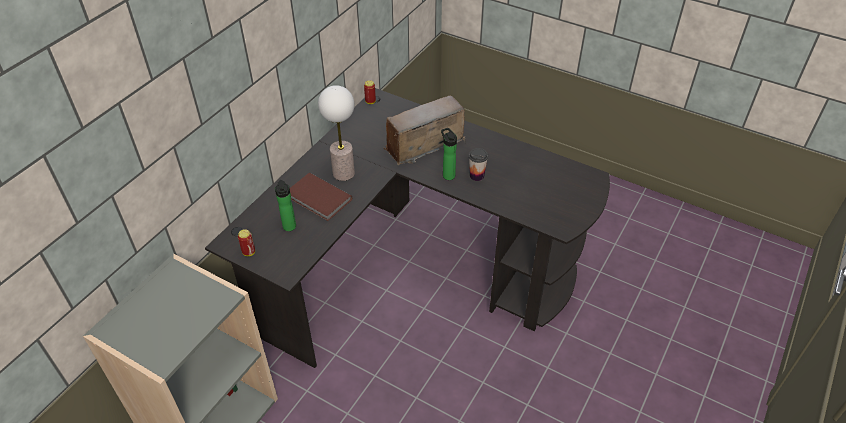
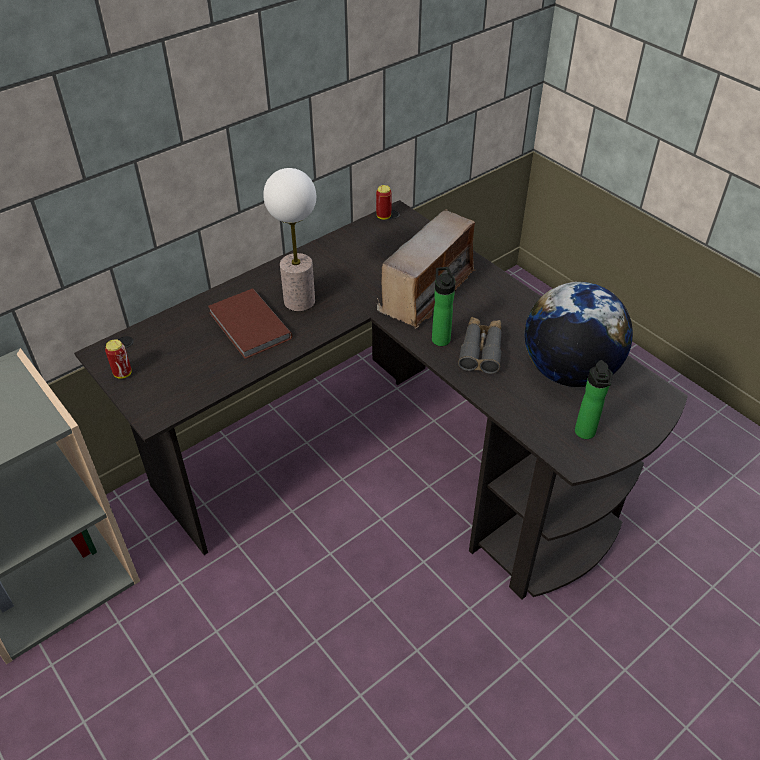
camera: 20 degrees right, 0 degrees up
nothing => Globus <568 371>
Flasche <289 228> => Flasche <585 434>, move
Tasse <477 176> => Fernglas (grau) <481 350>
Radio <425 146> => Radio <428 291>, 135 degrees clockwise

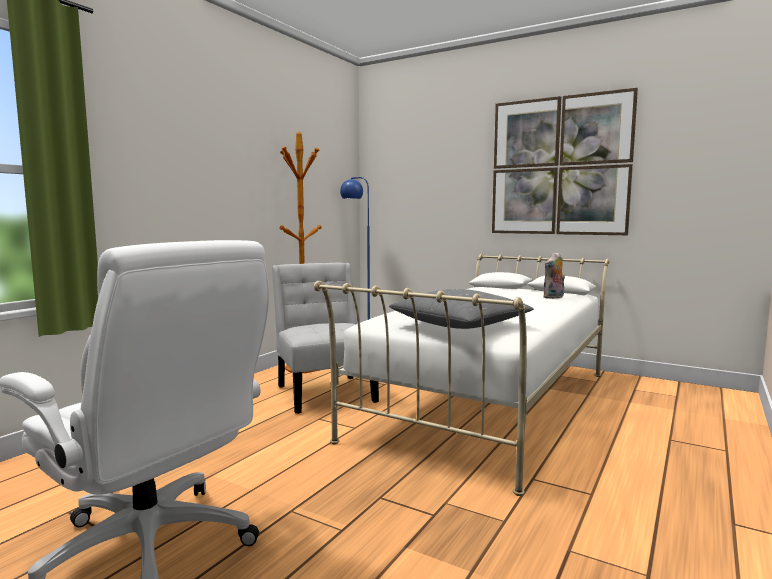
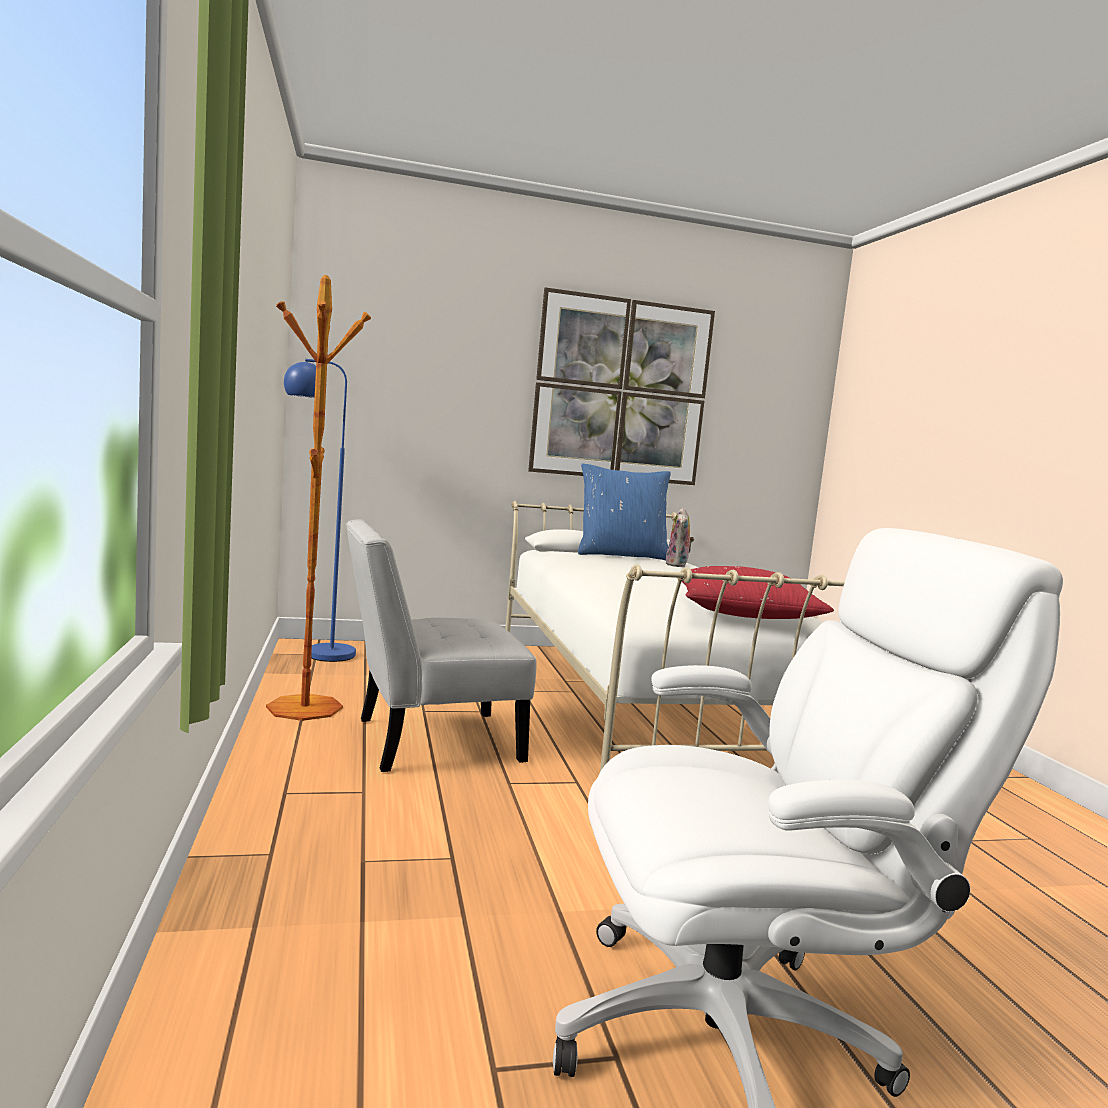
camera: 45 degrees left, 0 degrees up
nothing => Kissen (blau) <621 555>
Kissen (grau) <460 325> => Kissen (rot) <744 613>
Stuhl (weiß) <325 392> => Stuhl (weiß) <428 741>, 45 degrees counterclockwise

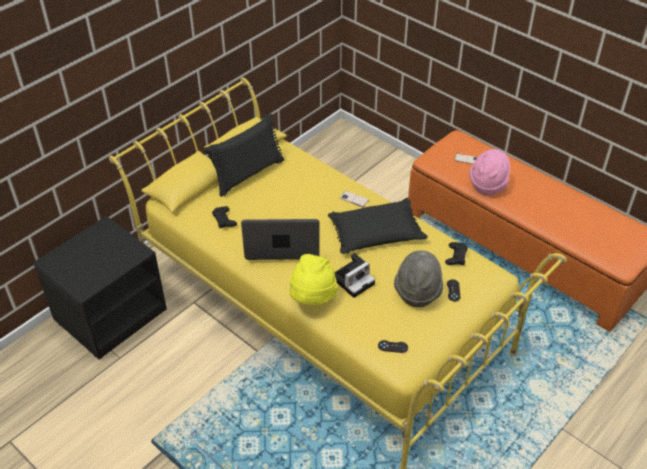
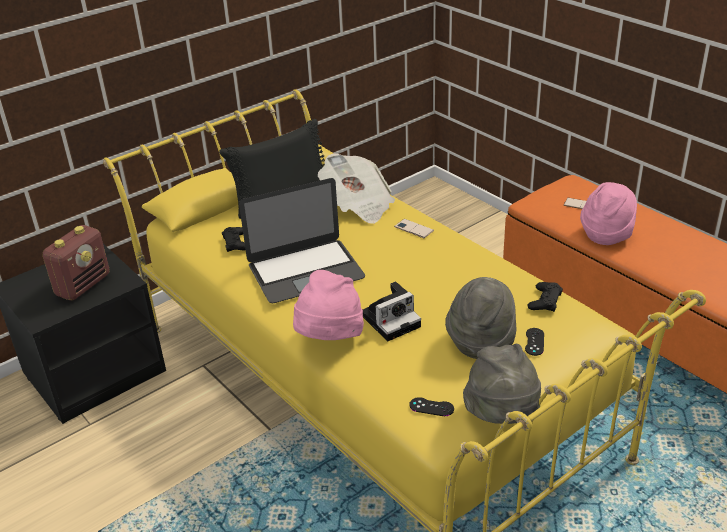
camera: 10 degrees right, 10 degrees down
Kissen (schwarz) <376 231> => nothing
nothing => Radio <83 285>
nothing => Zeitung <357 205>
nothing => Hut (grau) <502 417>
Hut (gelb) <312 298> => Hut (rosa) <329 338>
Laptop <282 242> => Laptop <305 270>, 150 degrees clockwise

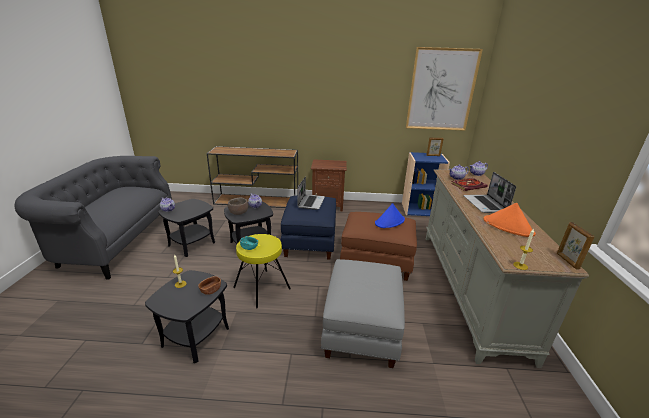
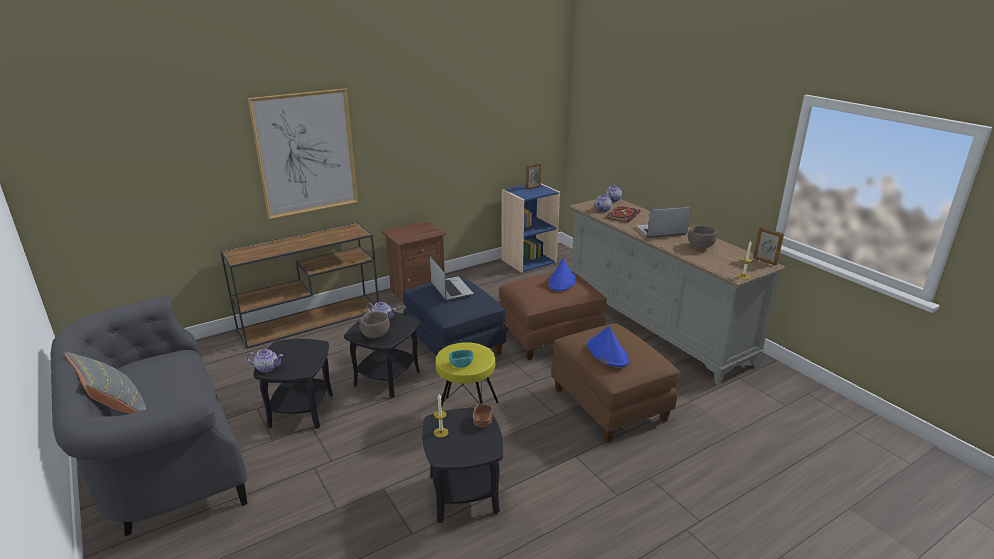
camera: 35 degrees left, 0 degrees up
nothing => Kissen (grau) <116 409>
nothing => Hut (blau) <607 353>
Bild <441 90> => Bild <306 153>, move
Hut (orange) <508 227> => Schüssel (braun) <700 247>
Polsterhocker (grau) <362 330> => Polsterhocker (braun) <610 404>
Laptop <485 205> => Laptop <660 231>, 120 degrees clockwise

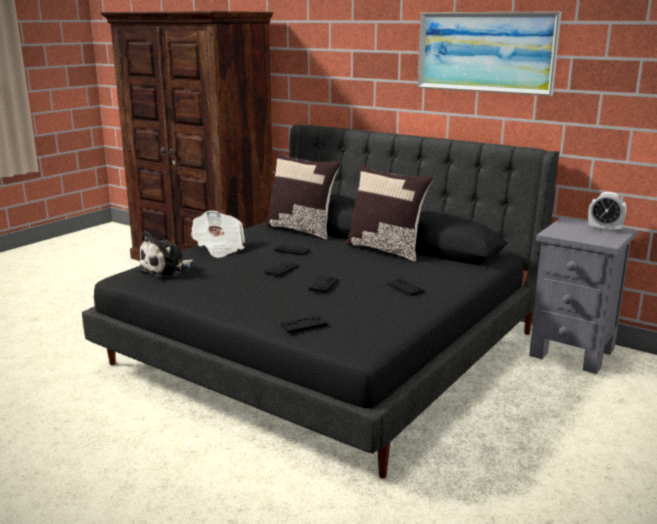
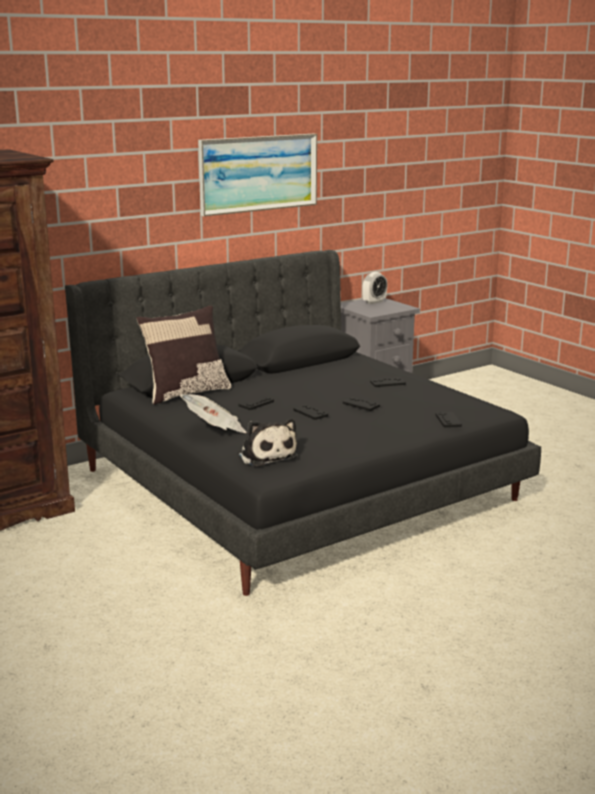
camera: 70 degrees left, 0 degrees up
Kissen <386 250> => nothing

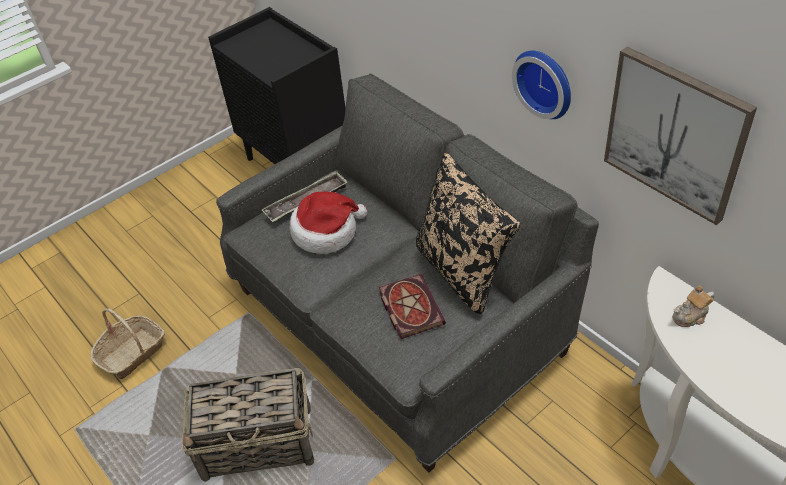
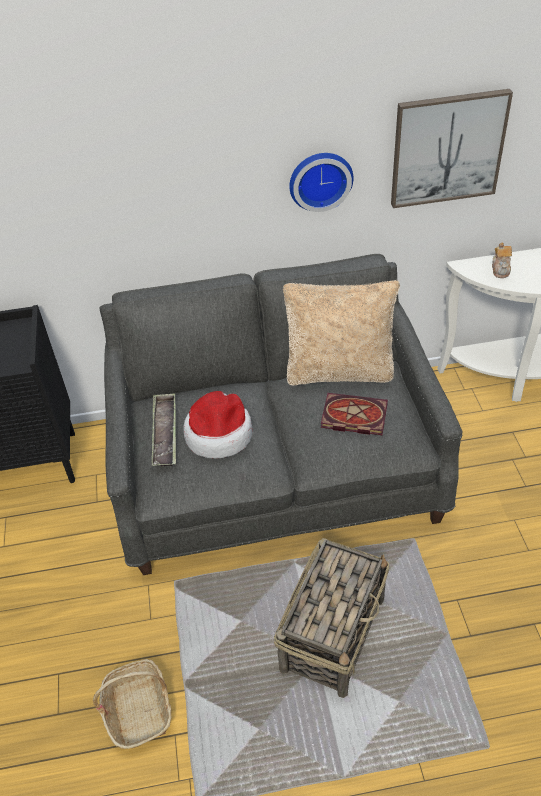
camera: 60 degrees left, 0 degrees up
Kissen (schwarz) <462 275> => Kissen (beige) <340 374>

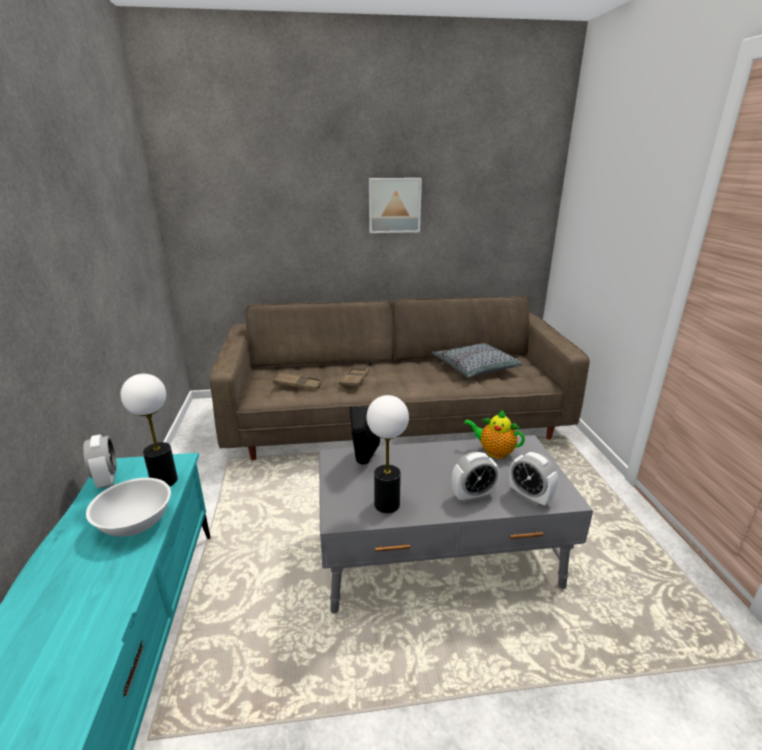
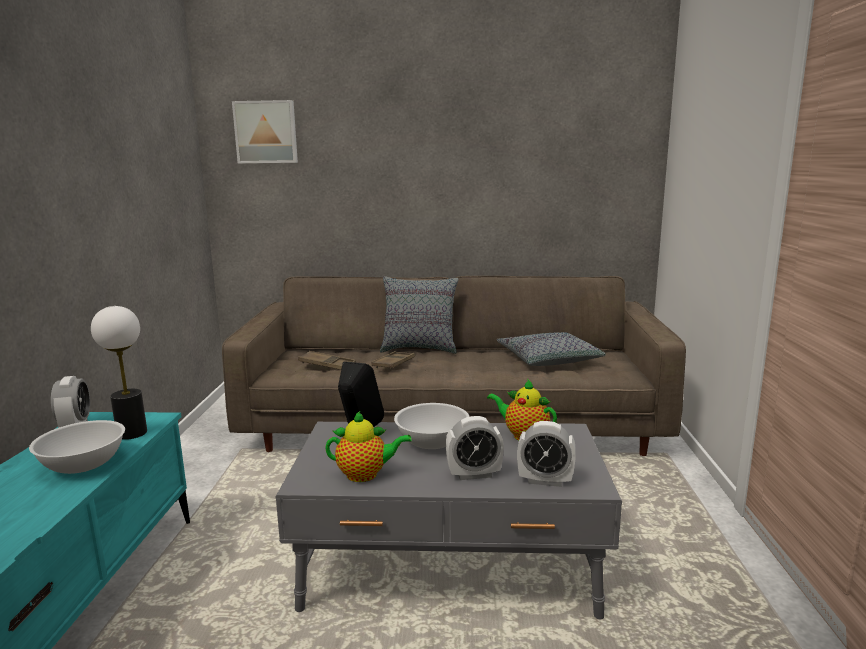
camera: 10 degrees right, 10 degrees down
nothing => Kissen (grau) <419 349>
nothing => Schüssel (weiß) <432 442>
Bild <394 205> => Bild <266 132>, move
Tischlampe <386 504> => Teekanne <365 475>
Wecker <529 497> => Wecker <545 481>, 45 degrees counterclockwise

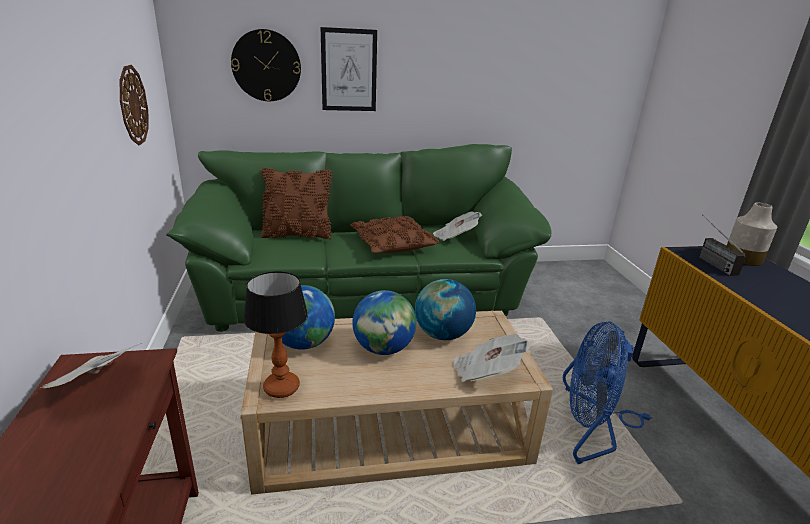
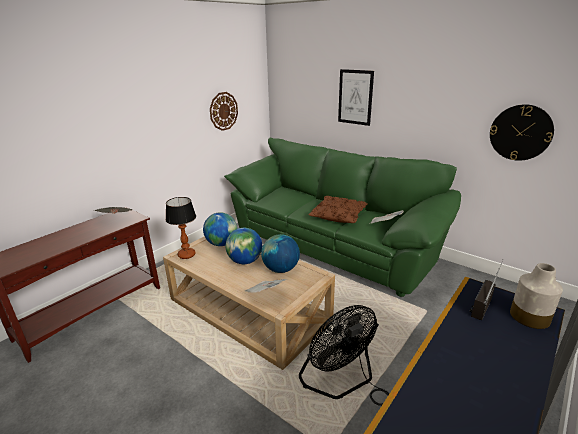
camera: 50 degrees right, 0 degrees up
Kissen (braun) <297 235> => nothing
Wanduhr <266 66> => Wanduhr <520 132>, move
Ventilator (blau) <593 424> => Ventilator (schwarz) <349 380>

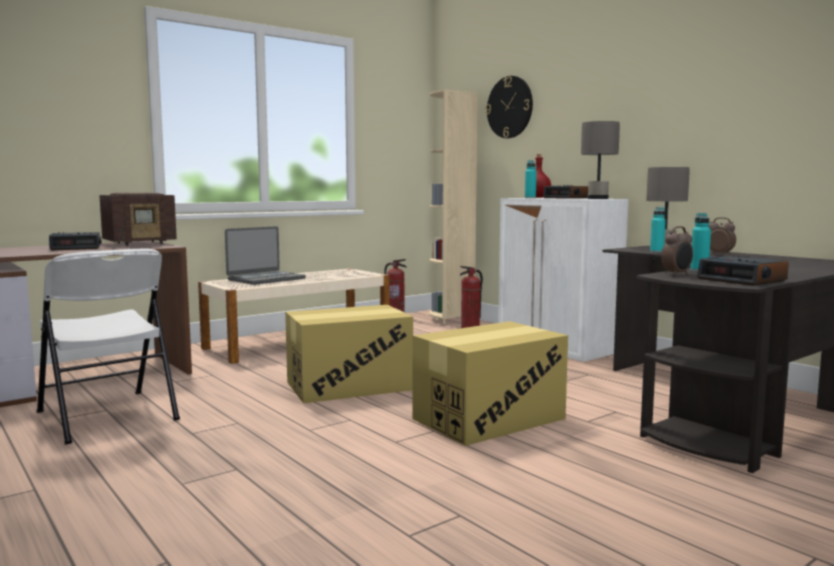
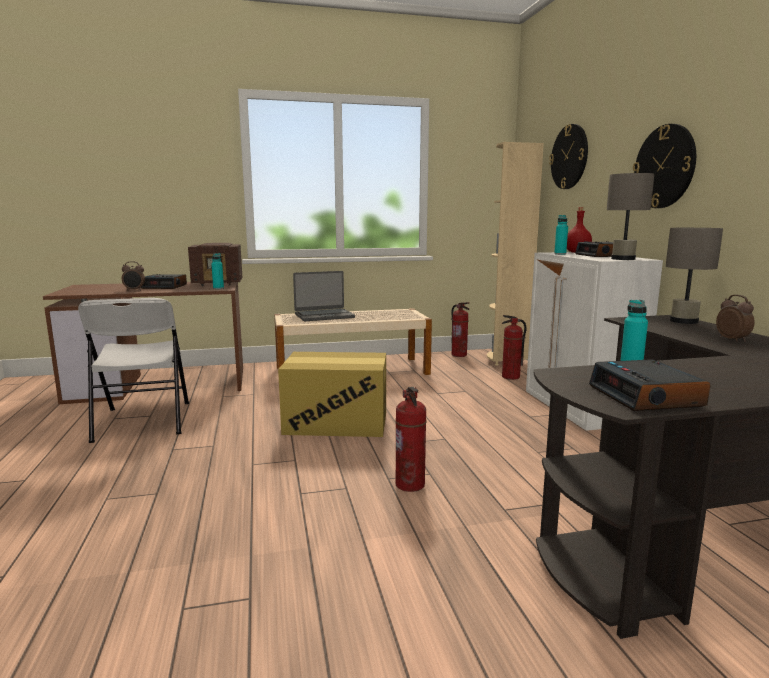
camera: 25 degrees right, 5 degrees up
nothing => Wanduhr <664 166>
Flasche (türkis) <656 251> => Flasche (türkis) <218 288>, move
Wecker <677 274> => Wecker <134 290>, move
Karton <489 418> => Feuerlöscher <410 485>

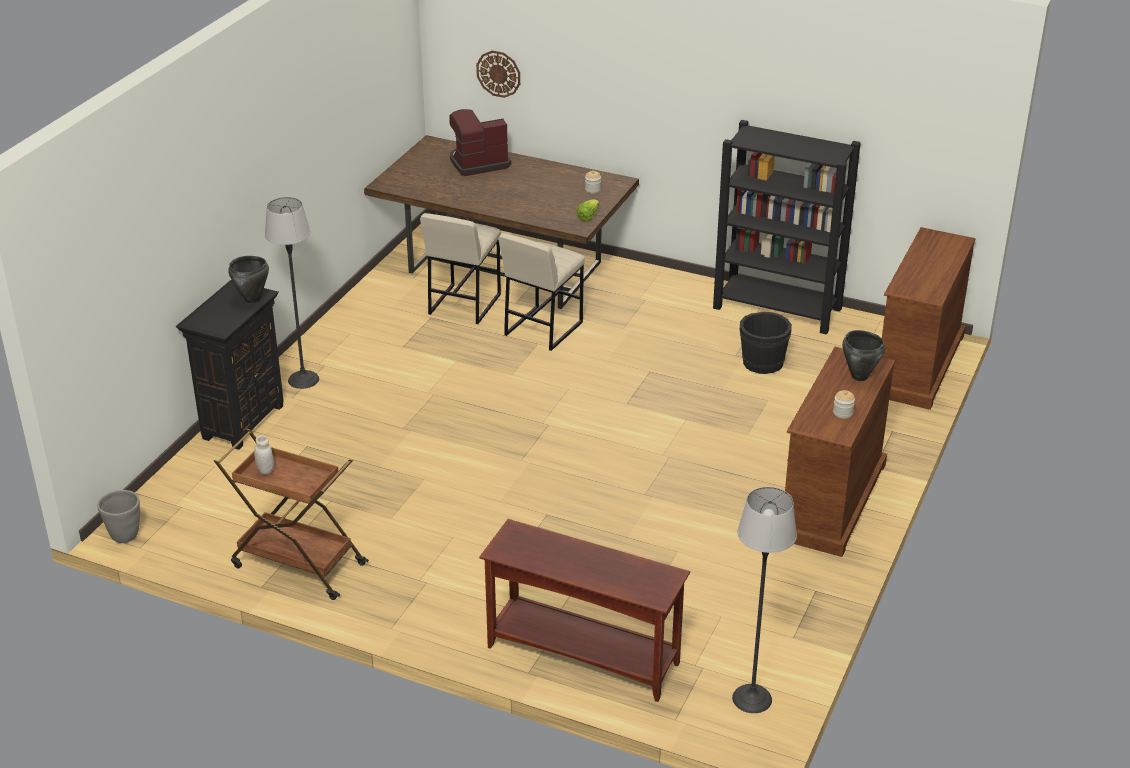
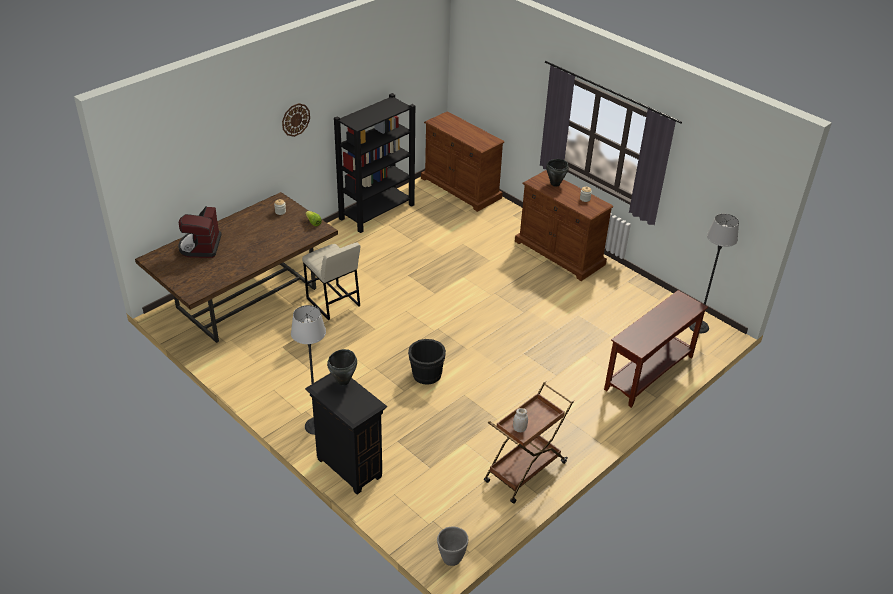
camera: 70 degrees left, 5 degrees up
Stuhl (beige) <464 305> => nothing
Wanduhr <498 73> => Wanduhr <295 119>, move
Eimer (schwarz) <762 363> => Eimer (schwarz) <426 375>, move

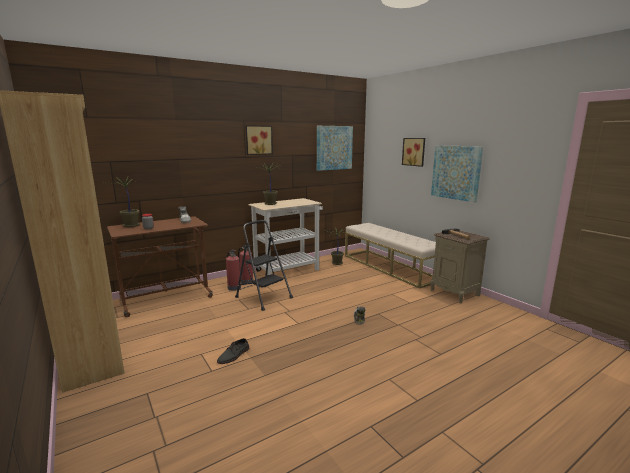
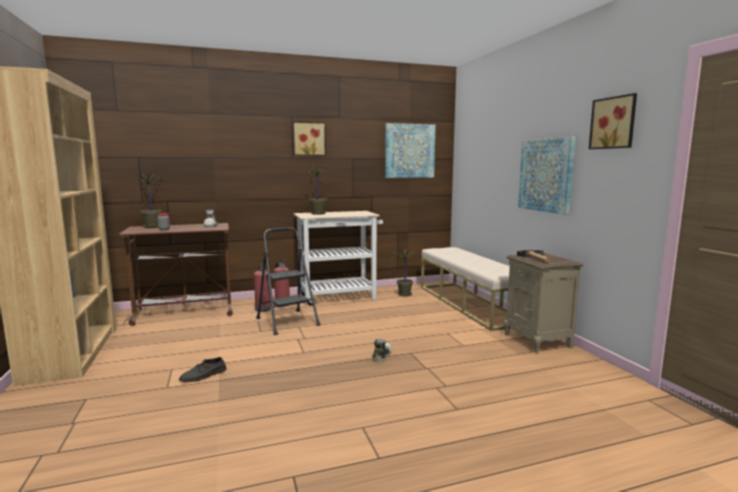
camera: 15 degrees right, 5 degrees down
Bild <414 151> => Bild <614 123>, move

